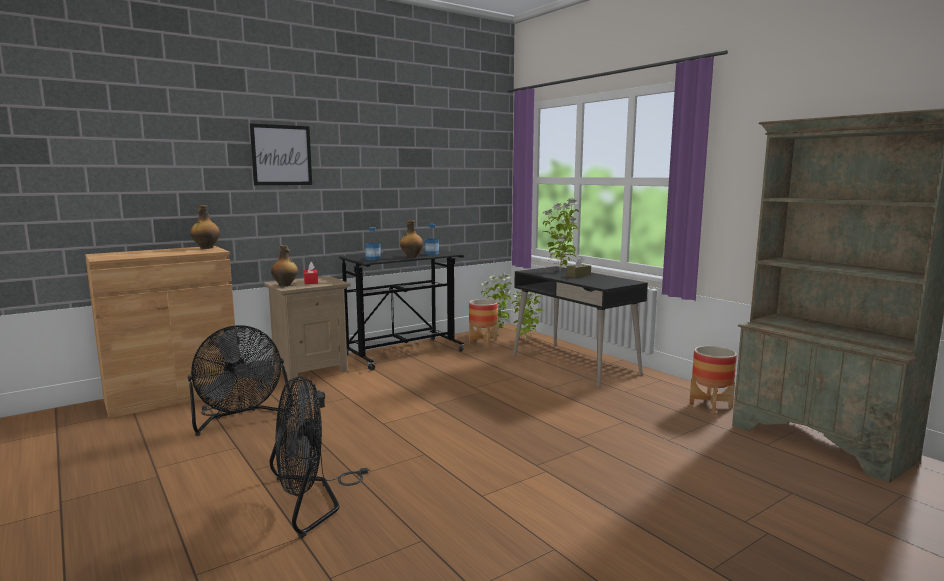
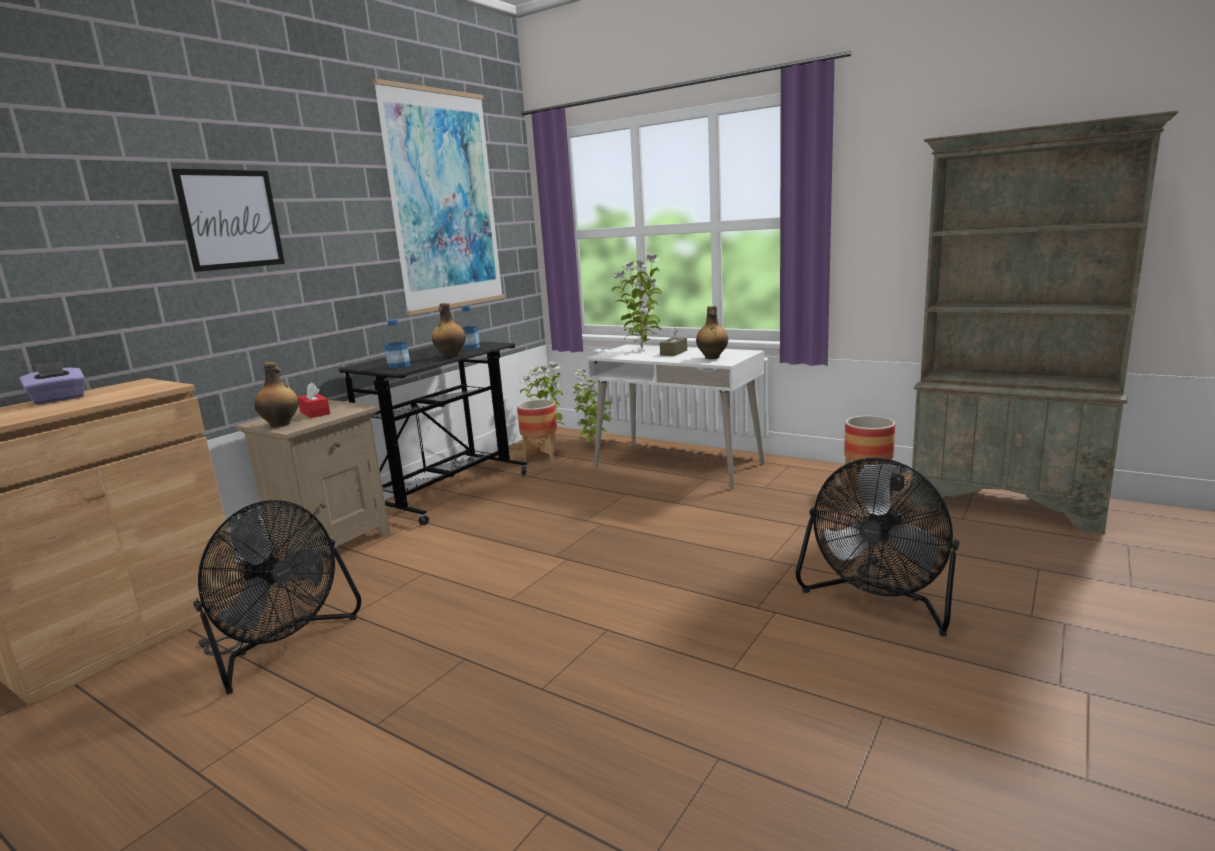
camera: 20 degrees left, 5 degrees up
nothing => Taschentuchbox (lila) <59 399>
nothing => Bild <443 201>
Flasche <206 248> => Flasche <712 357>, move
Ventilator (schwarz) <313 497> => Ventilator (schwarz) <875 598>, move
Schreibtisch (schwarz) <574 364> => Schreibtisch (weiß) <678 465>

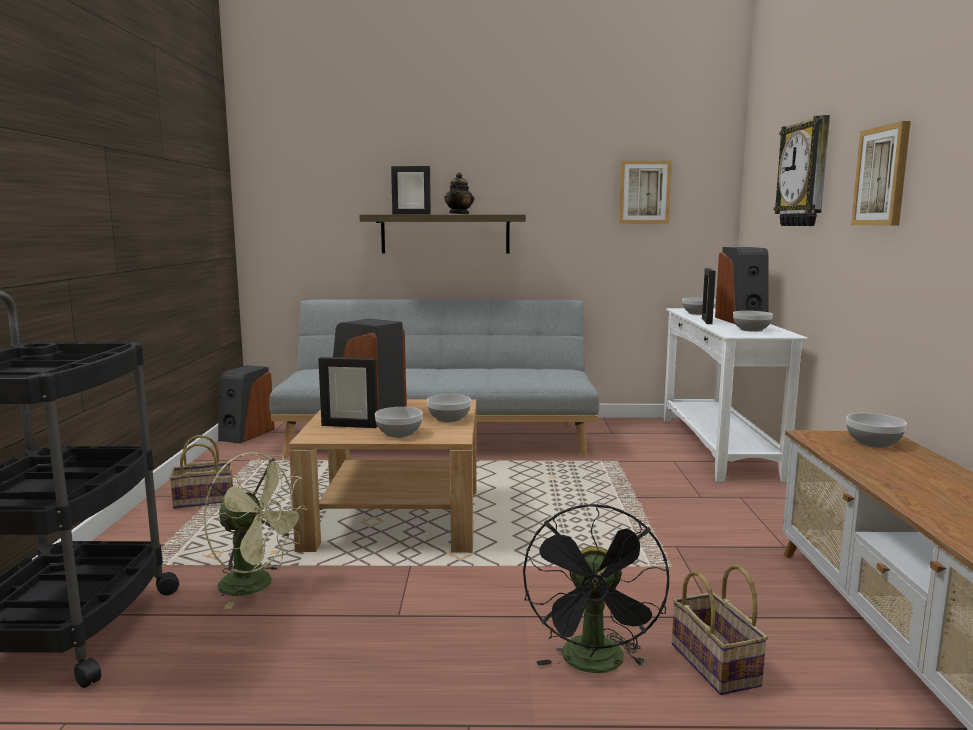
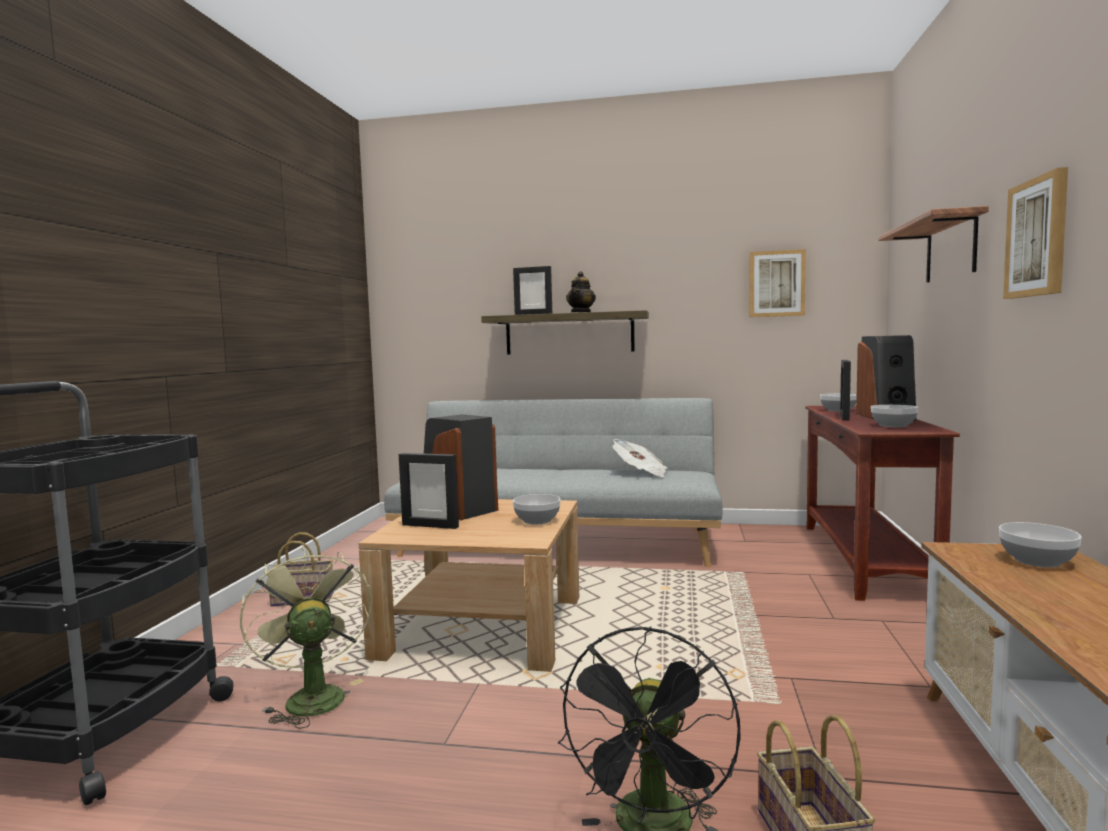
camera: 10 degrees right, 5 degrees down
Lautsprecher <246 434> => nothing
Schüssel <398 433> => nothing
nothing => Zeitung <640 473>
Wanduhr <805 174> => Wandregal <951 249>
Konsolentisch (weiß) <719 447> => Konsolentisch (braun) <866 560>
Ventilator (grün) <256 586> => Ventilator (grün) <311 696>, 150 degrees counterclockwise

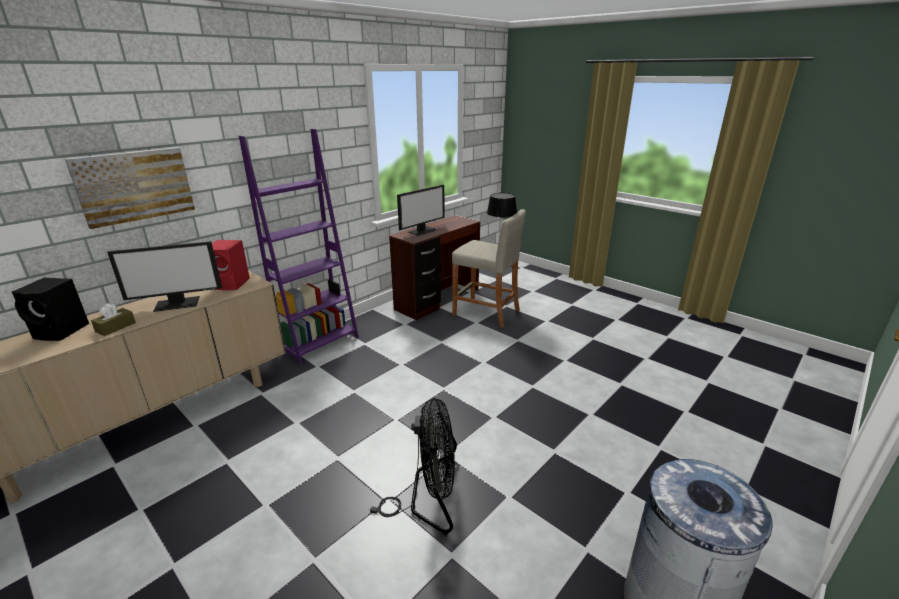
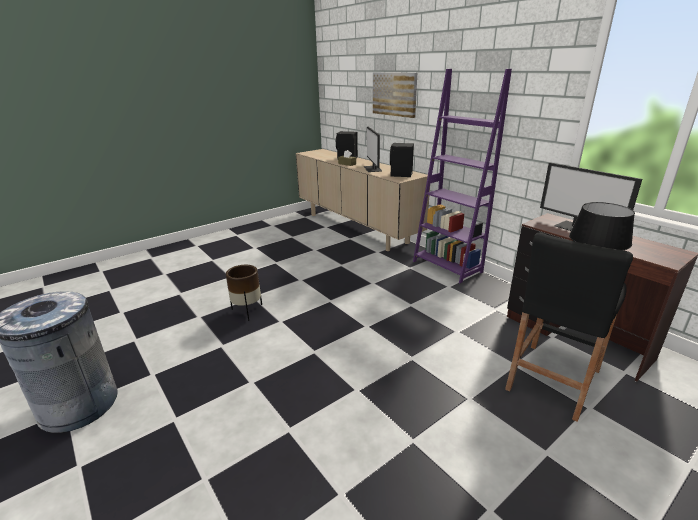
camera: 100 degrees right, 0 degrees up
Ventilator (schwarz) <428 495> => Pflanzkübel (braun) <248 311>
Lautsprecher (rot) <232 284> => Lautsprecher (schwarz) <401 175>
Hocker (beige) <486 312> => Hocker (schwarz) <552 379>

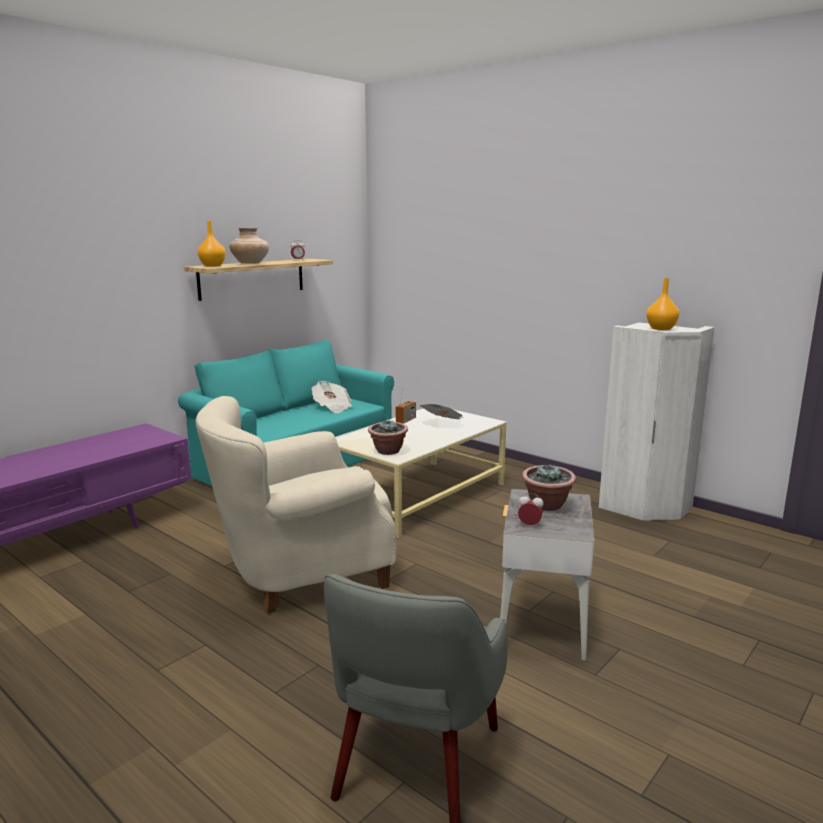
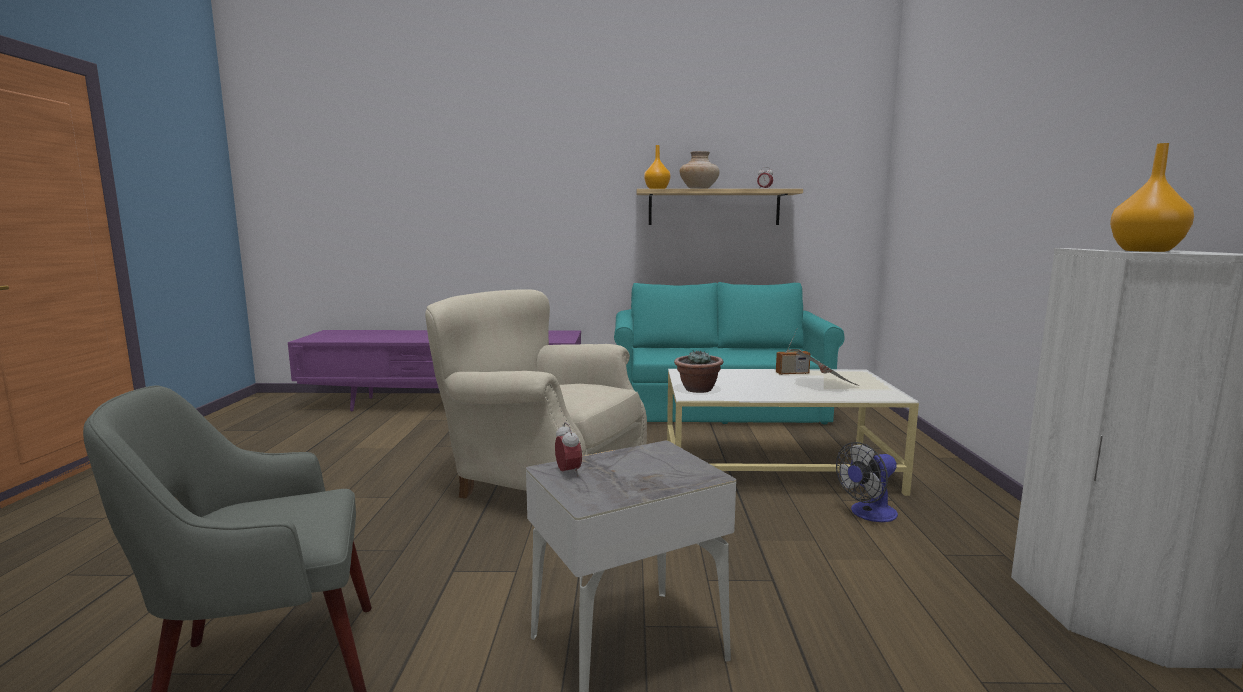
camera: 50 degrees right, 5 degrees down
Zeitung <332 407> => nothing
Topfpflanze <547 505> => nothing
nothing => Ventilator <868 514>

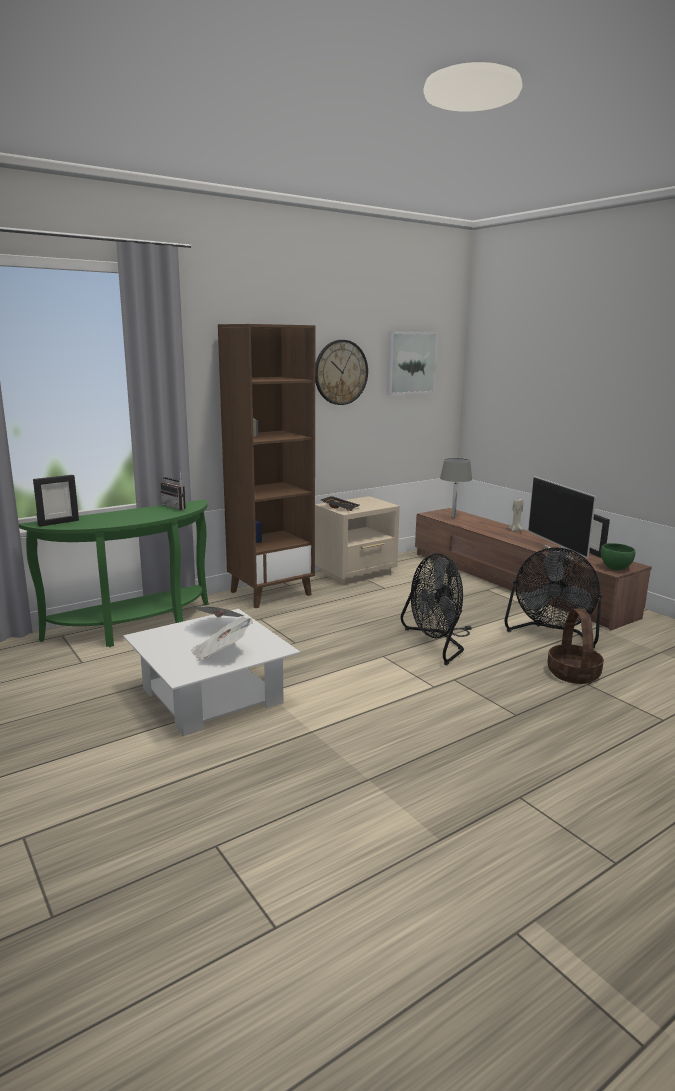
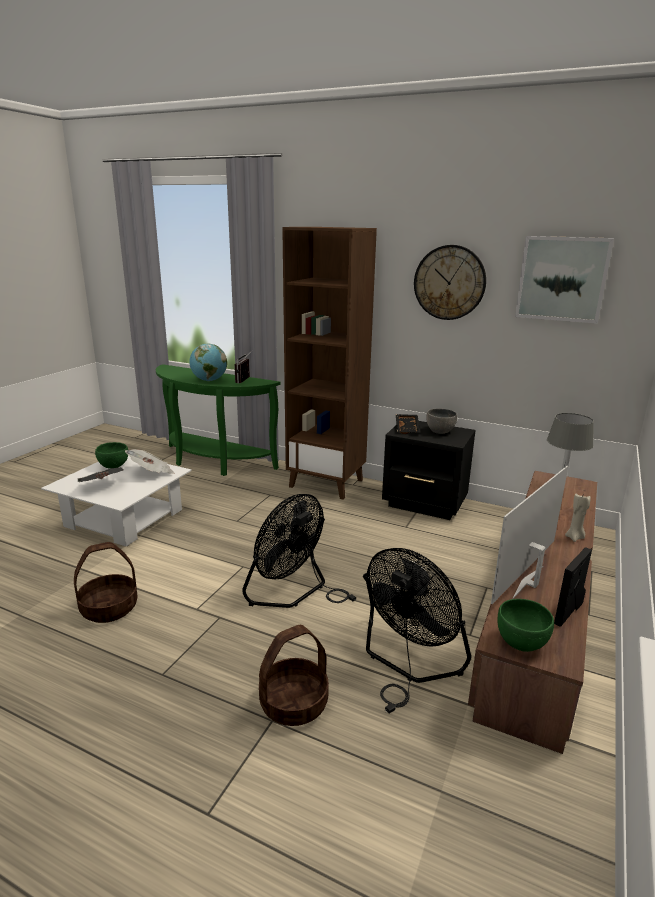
camera: 60 degrees right, 5 degrees up
Bilderrahmen <58 522> => nothing
nothing => Korb <109 607>
nothing => Schüssel (grün) <113 466>
nothing => Globus <209 380>
nothing => Schüssel (grau) <440 432>
Nachttisch (beige) <357 573> => Nachttisch (schwarz) <425 504>
Ventilator (schwarz) <549 632> => Ventilator (schwarz) <403 661>, 135 degrees clockwise

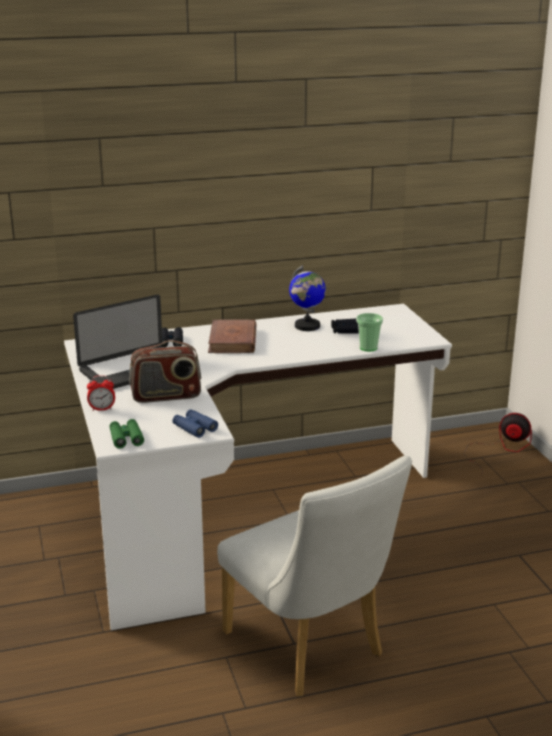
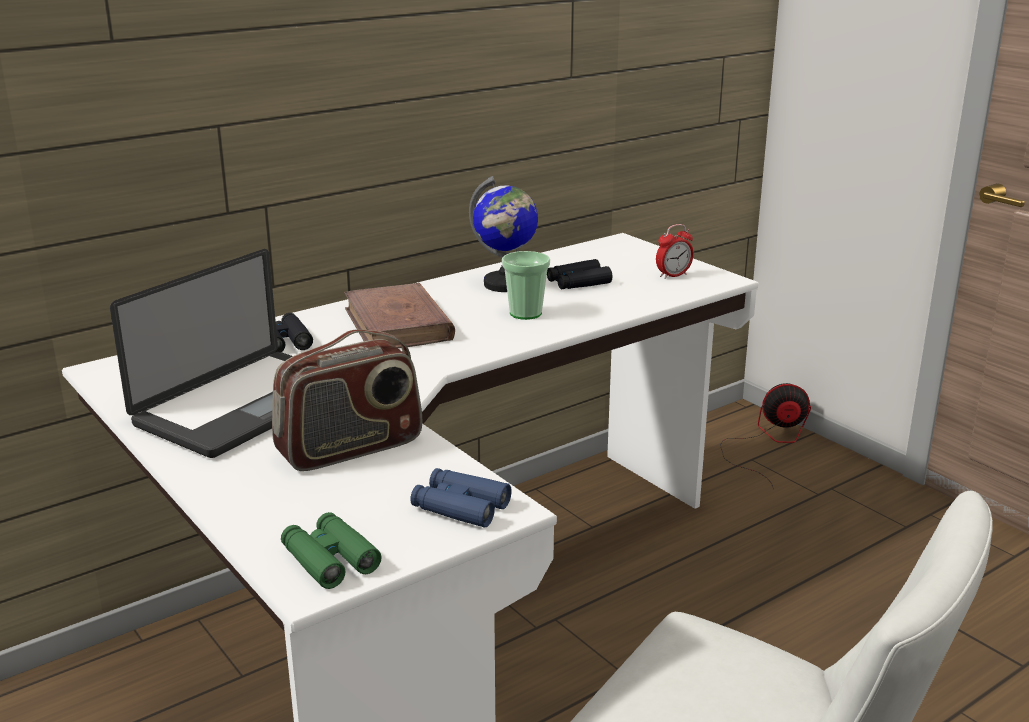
camera: 20 degrees left, 0 degrees up
Wecker <102 409> => Wecker <673 275>, move
Tasse <368 348> => Tasse <525 313>, move

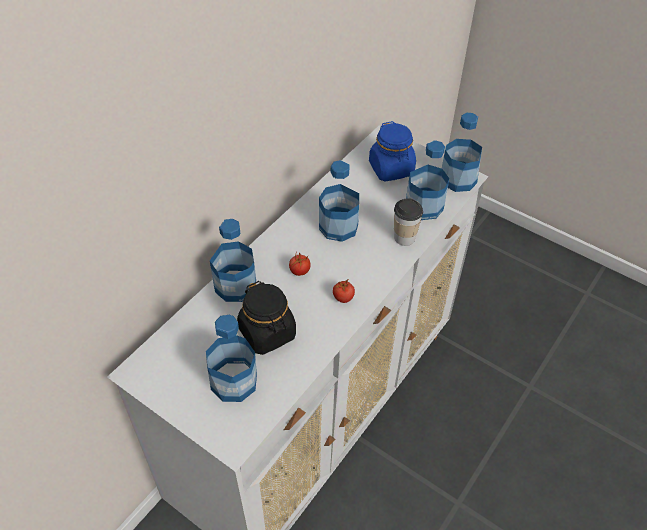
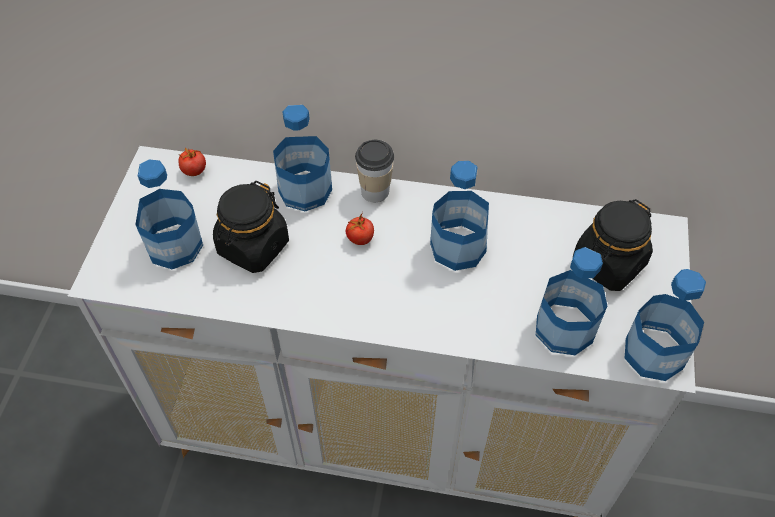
camera: 65 degrees right, 5 degrees up
Tomate <343 298> => Tomate <194 171>, move
Tasse <404 238> => Tasse <375 191>, move
Vorratsglas (blau) <391 169> => Vorratsglas (schwarz) <608 264>

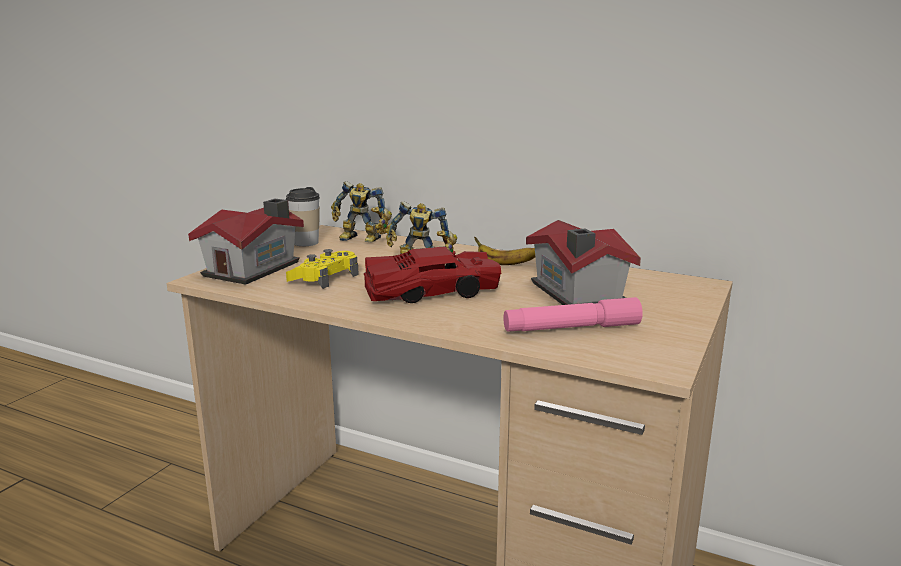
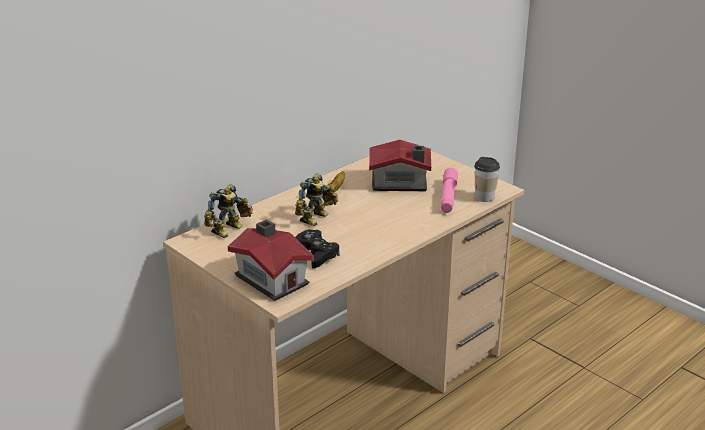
camera: 70 degrees left, 10 degrees up
Spielzeugauto (rot) <433 292> => nothing
Tasse <305 242> => Tasse <484 197>, move
Gamepad (gelb) <324 278> => Gamepad (schwarz) <315 254>

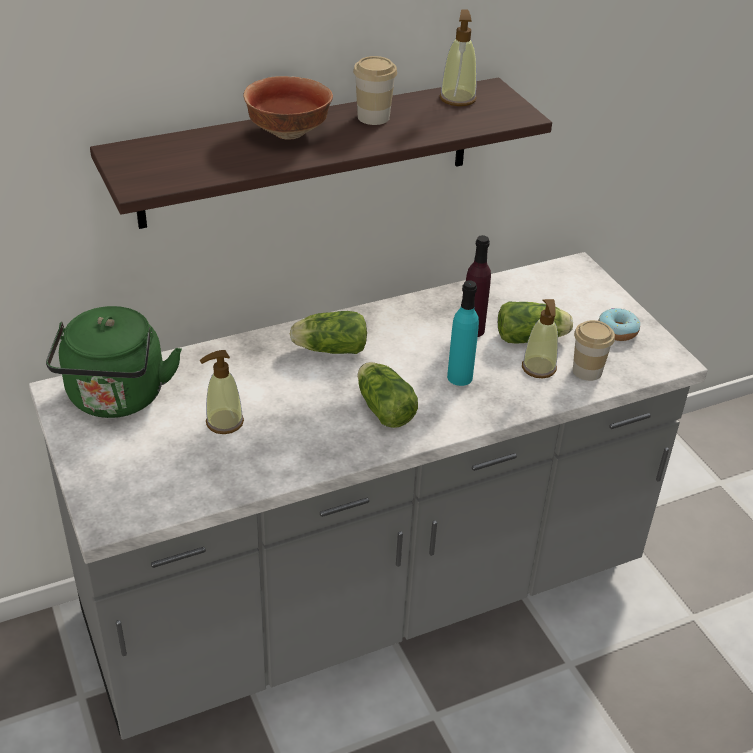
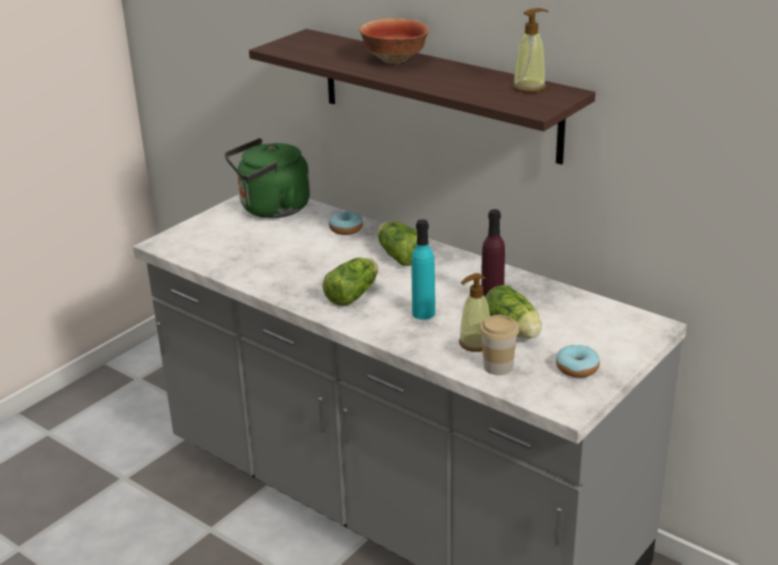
camera: 65 degrees right, 10 degrees down
Seifenspender <224 422> => nothing
Tasse <373 117> => nothing
nothing => Donut <346 229>

